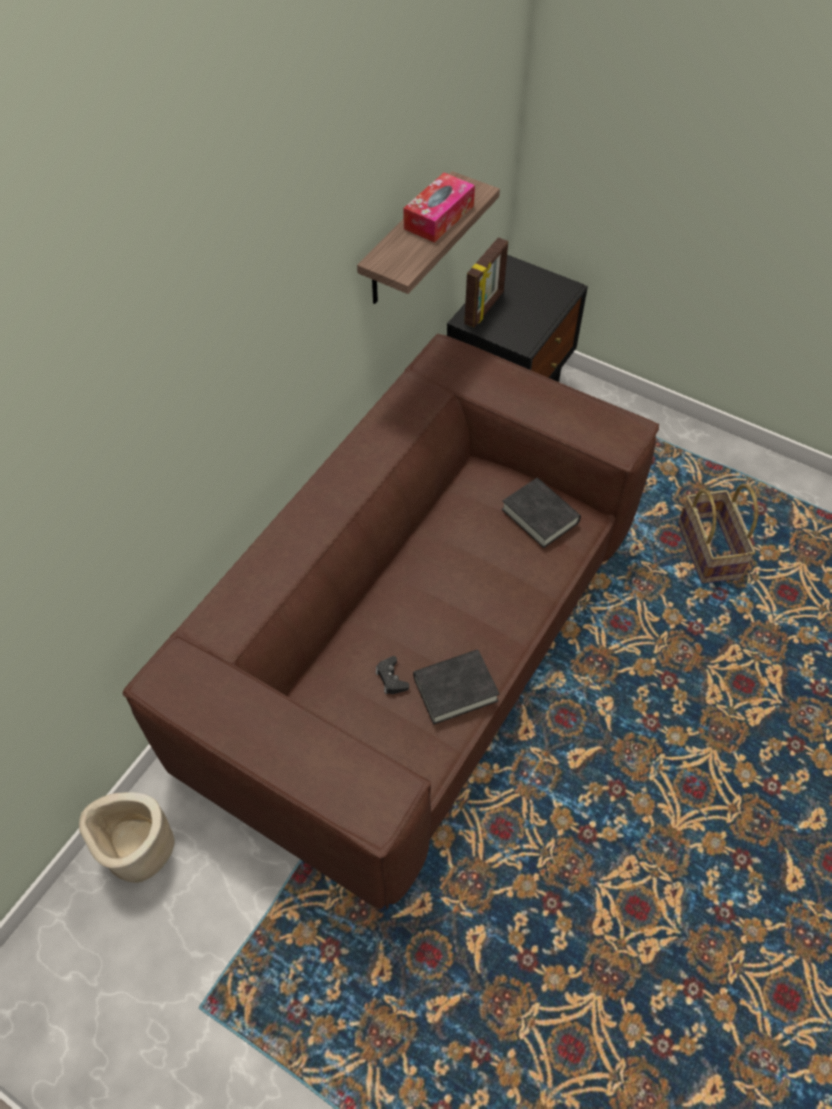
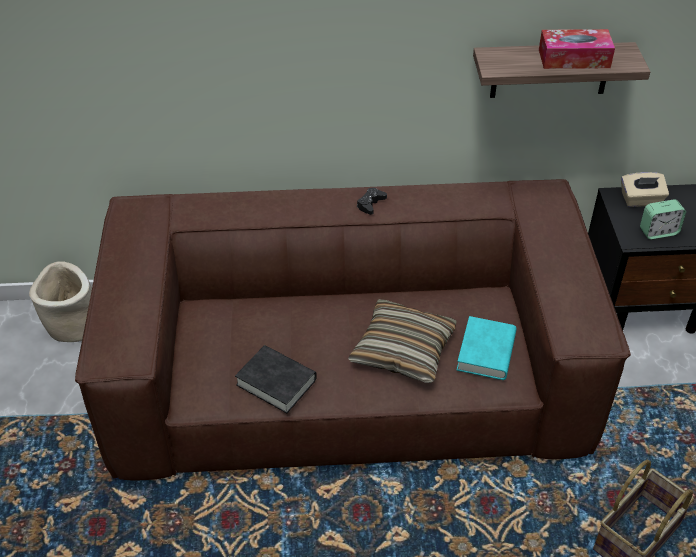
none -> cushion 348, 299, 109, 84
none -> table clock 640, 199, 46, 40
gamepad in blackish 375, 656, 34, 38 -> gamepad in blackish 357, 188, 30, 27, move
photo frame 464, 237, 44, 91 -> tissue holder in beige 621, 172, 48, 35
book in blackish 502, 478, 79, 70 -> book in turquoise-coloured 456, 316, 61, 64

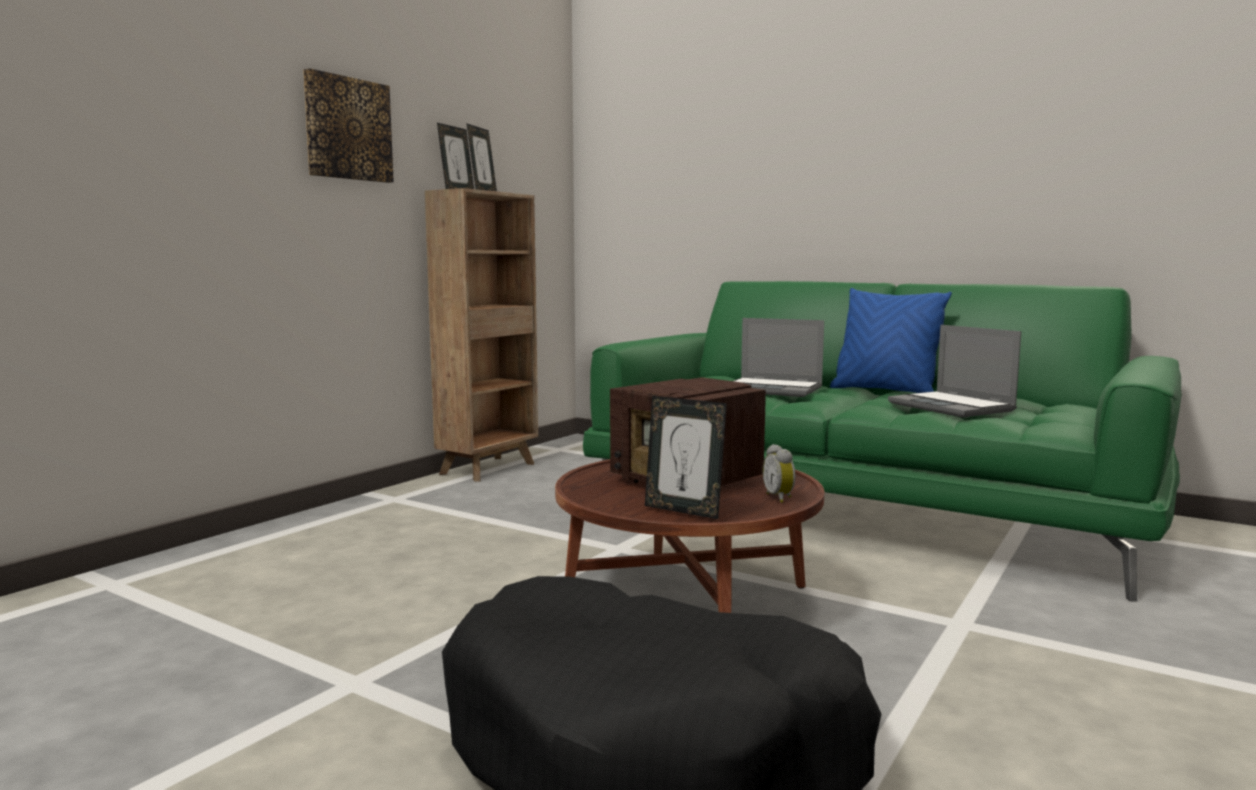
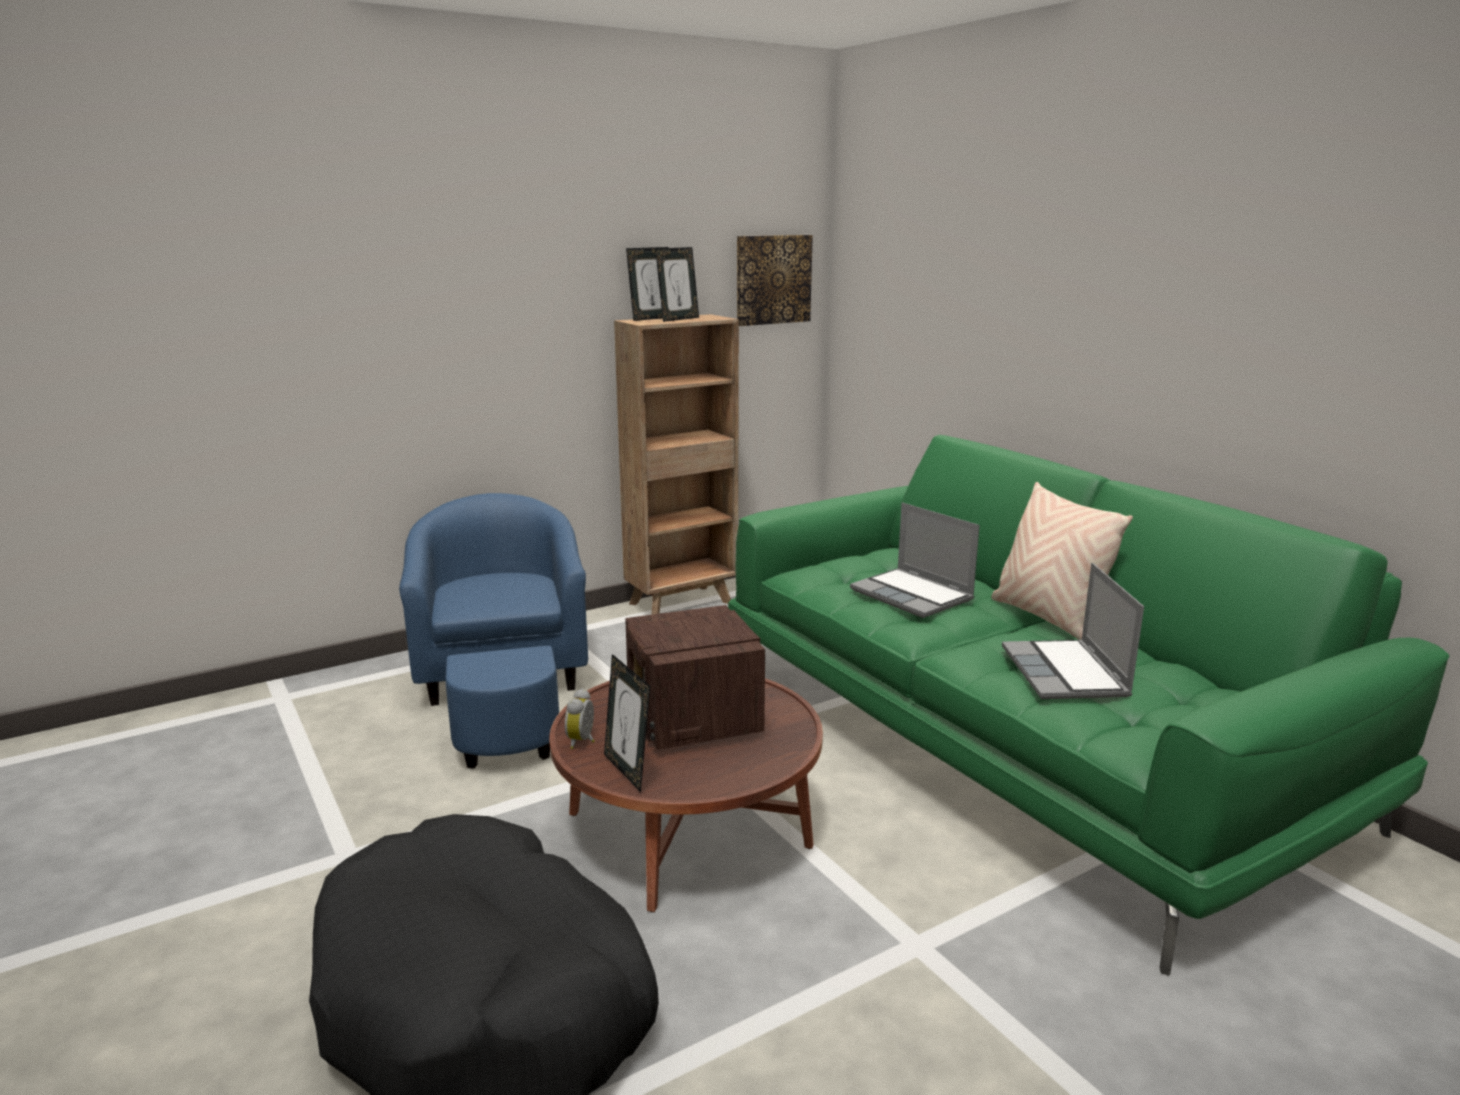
none -> lounge chair in bluish 399, 493, 189, 276
wall picture 303, 68, 91, 115 -> wall picture 737, 235, 76, 91, move
table clock 762, 444, 33, 59 -> table clock 565, 688, 30, 61, move
cushion in bluish 830, 288, 122, 105 -> cushion in beige 991, 482, 142, 158

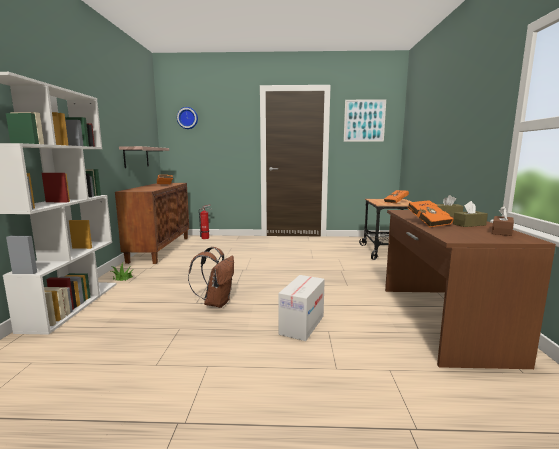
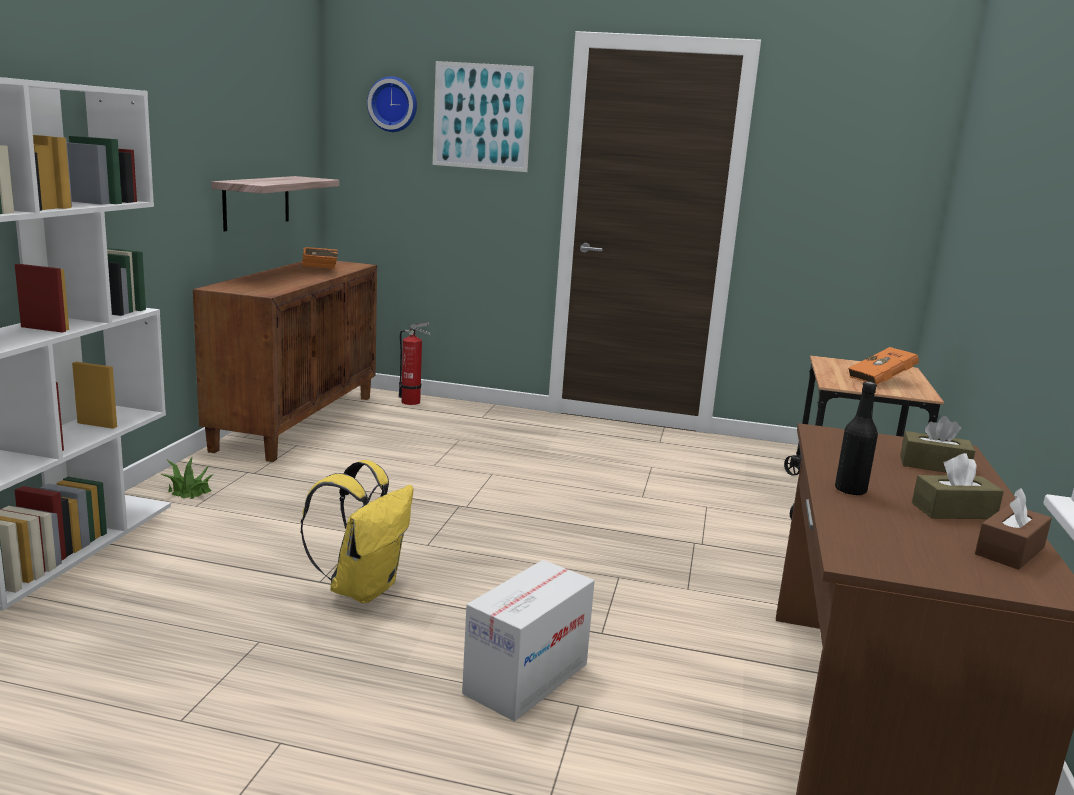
wall picture 344, 99, 42, 43 -> wall picture 433, 61, 101, 111, move
book in orange-coloured 408, 200, 45, 27 -> drink bottle in blackish 835, 382, 43, 114
backpack in brown-coloured 188, 247, 46, 61 -> backpack in yellow 301, 460, 112, 143

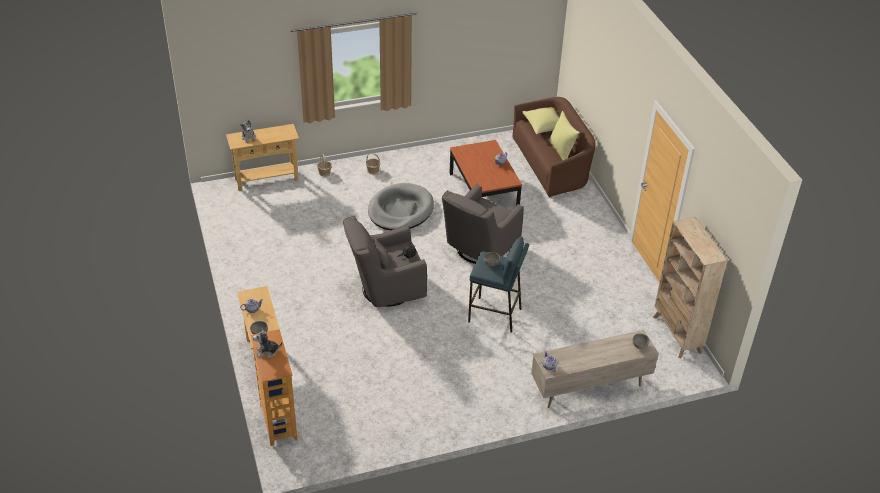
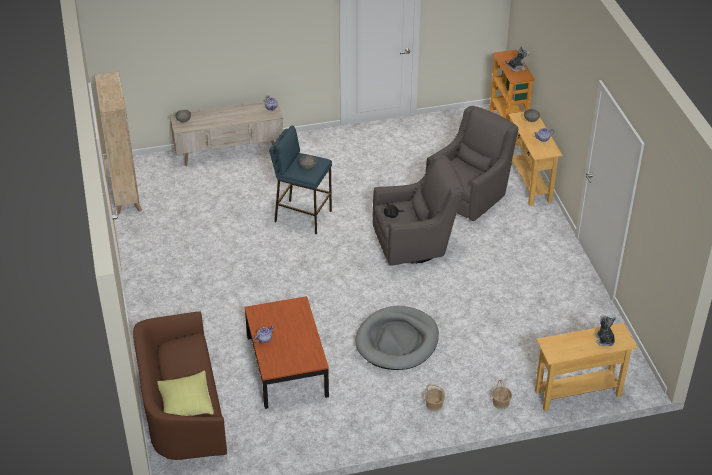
cushion in yellow 548, 111, 32, 49 -> none
lounge chair in grey 442, 184, 82, 80 -> lounge chair in grey 426, 106, 92, 115, move

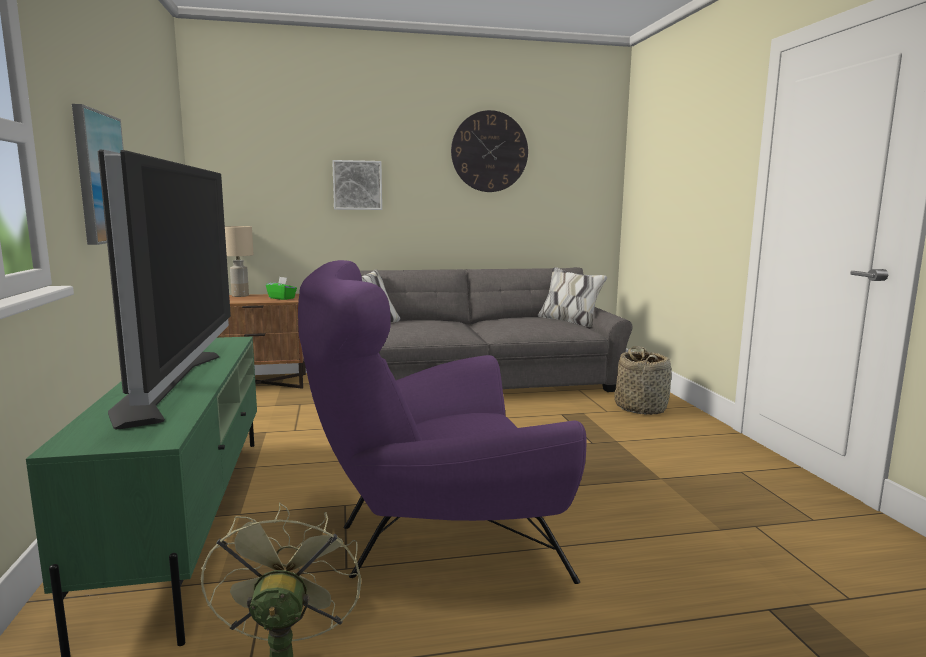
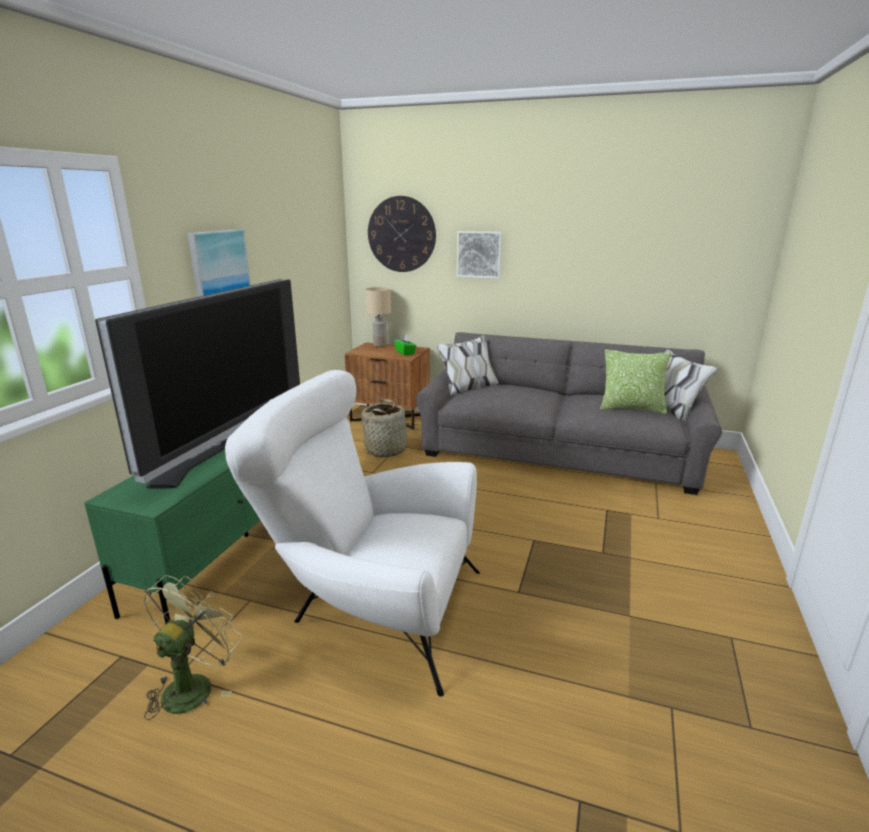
none -> cushion 600, 349, 71, 65
wall clock 451, 110, 77, 82 -> wall clock 368, 196, 68, 76, move
basket 614, 346, 58, 69 -> basket 361, 399, 49, 59, move
lounge chair in purple-coloured 298, 260, 289, 324 -> lounge chair in white-coloured 225, 370, 255, 327

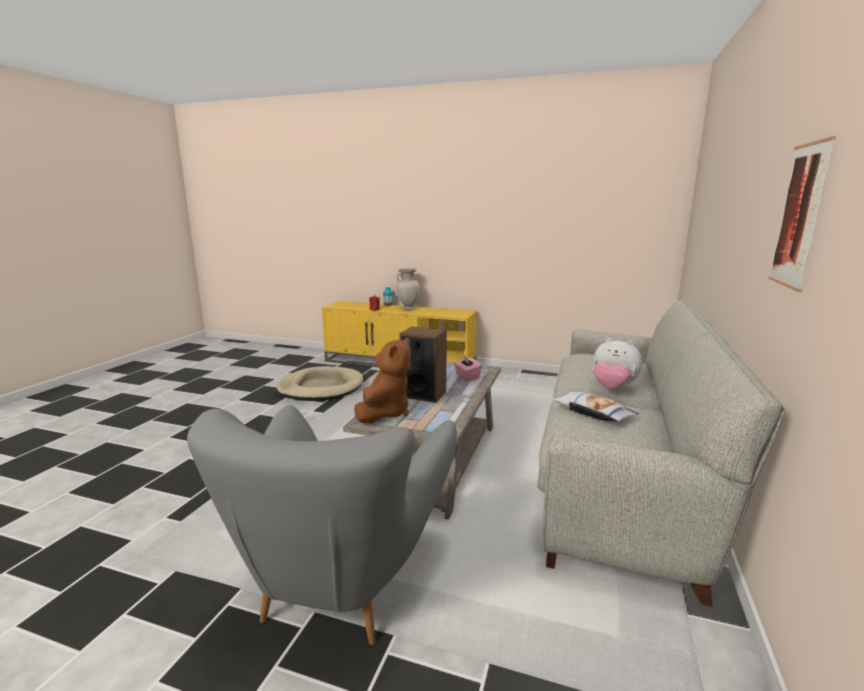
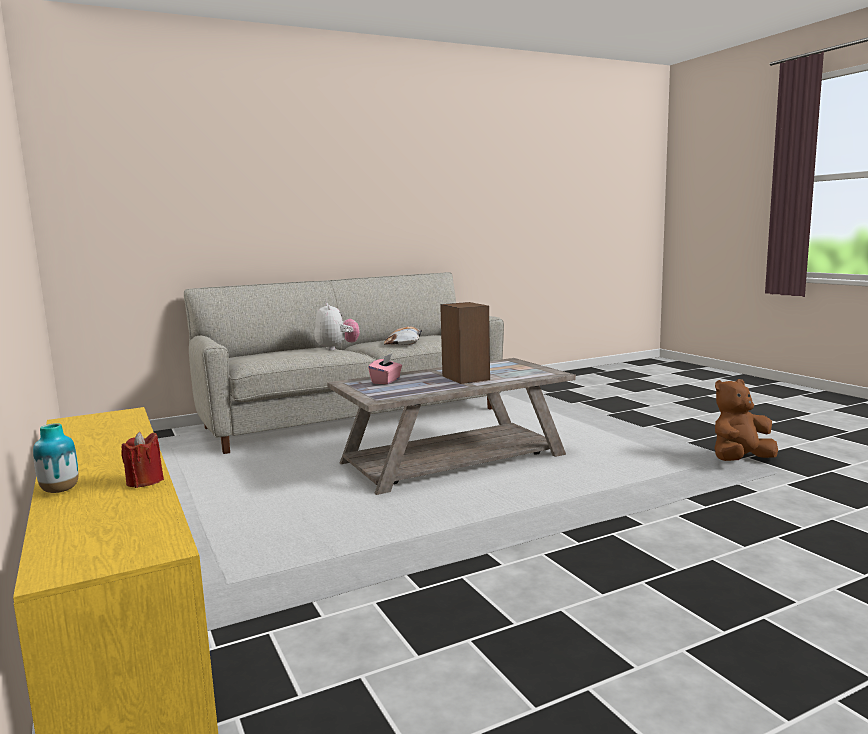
lounge chair in grey 187, 405, 270, 240 -> none
dog bed in beige 276, 366, 87, 35 -> none
flower vase in beige 396, 268, 24, 42 -> none
wall picture 768, 136, 68, 156 -> none
soft toy in brown-coloured 354, 338, 57, 85 -> soft toy in brown-coloured 714, 379, 64, 82, move

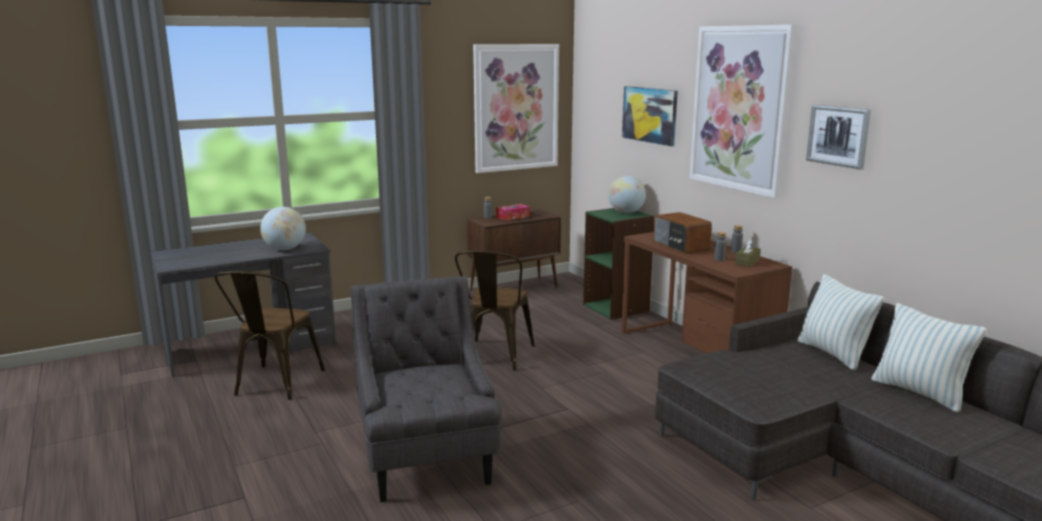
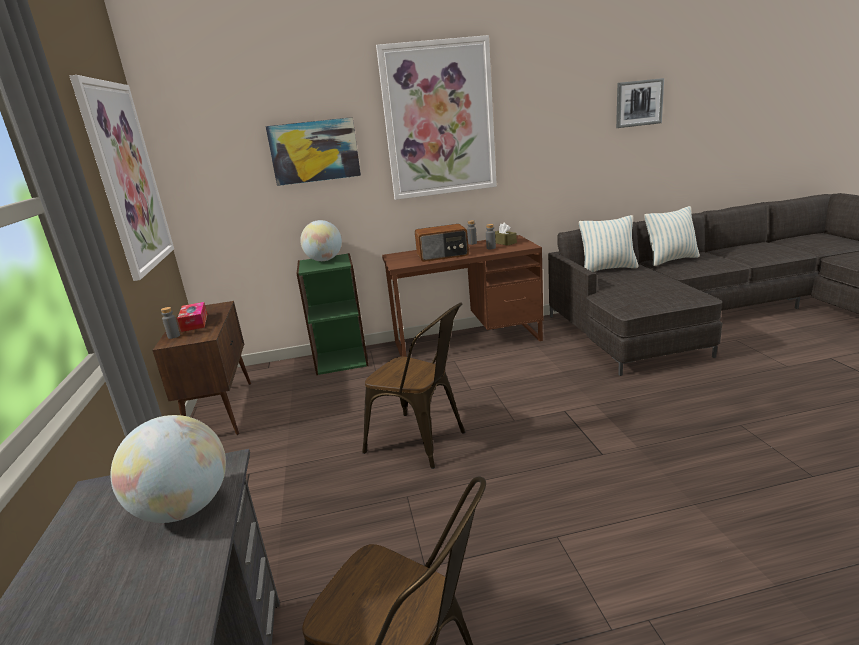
lounge chair in grey 350, 276, 152, 226 -> none
wall picture 806, 105, 65, 64 -> wall picture 616, 78, 48, 50, move

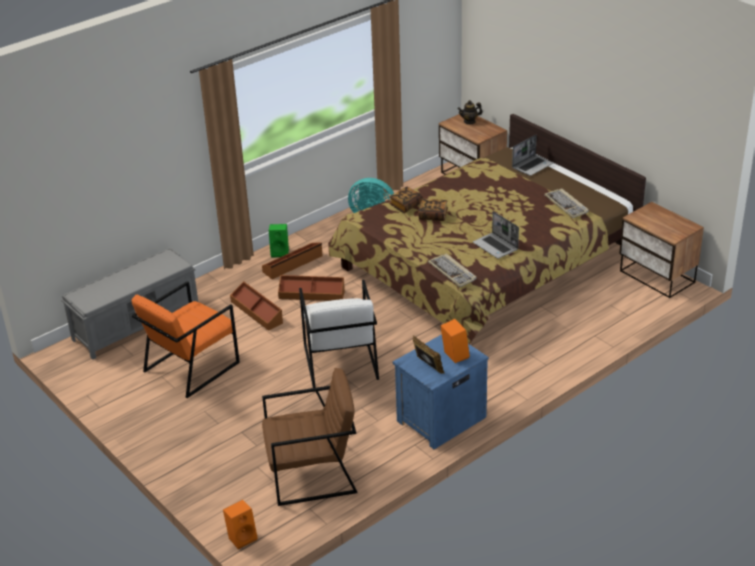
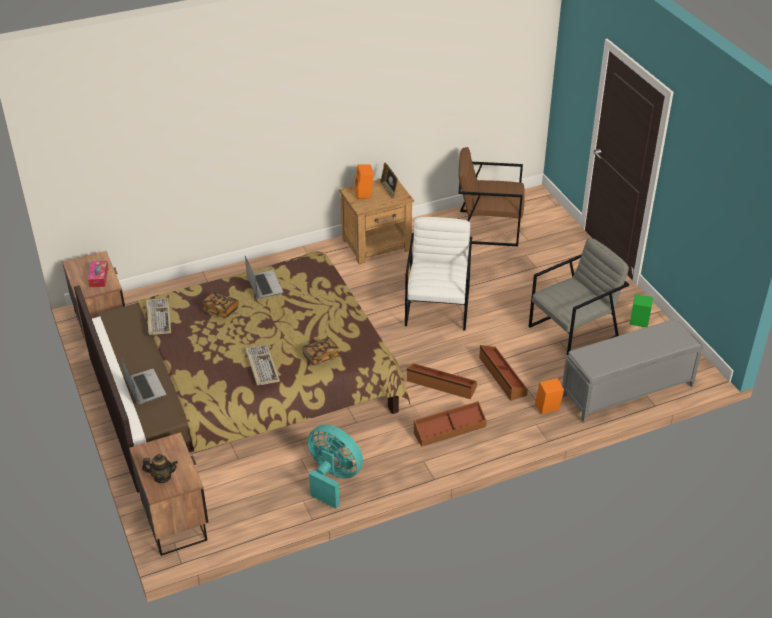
none -> tissue holder 88, 261, 21, 26
loudspeaker in orange-coloured 223, 500, 35, 49 -> loudspeaker in orange-coloured 535, 378, 29, 36, move
loudspeaker in greenish 269, 224, 20, 33 -> loudspeaker in greenish 630, 294, 23, 34, move
book 418, 199, 30, 22 -> book 202, 292, 36, 27, move
computer keyboard 428, 254, 49, 33 -> computer keyboard 245, 344, 35, 41, move
lounge chair in orange-coloured 131, 281, 109, 117 -> lounge chair in grey 529, 238, 100, 117
bedside table in bluish 392, 334, 97, 115 -> bedside table in brown-coloured 339, 179, 75, 85
notebook computer 512, 135, 41, 41 -> notebook computer 121, 357, 45, 48, 90 degrees clockwise

